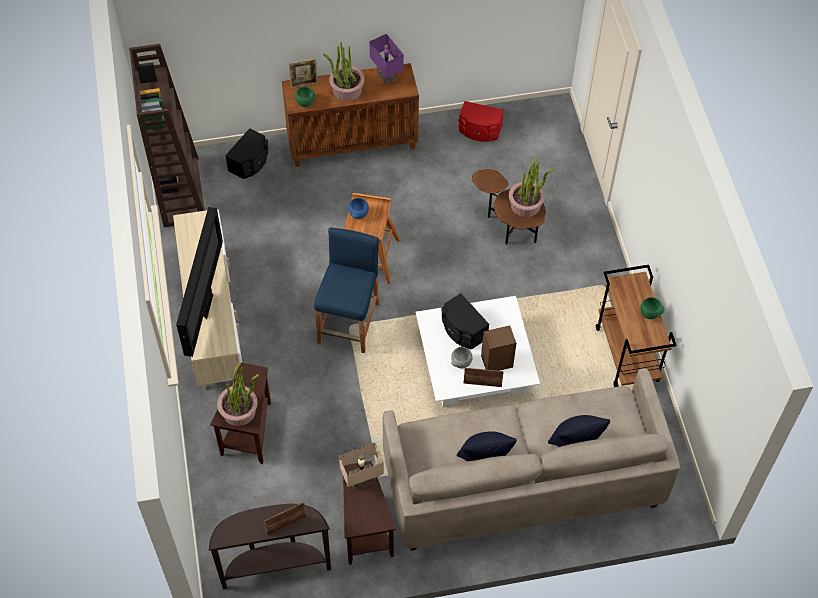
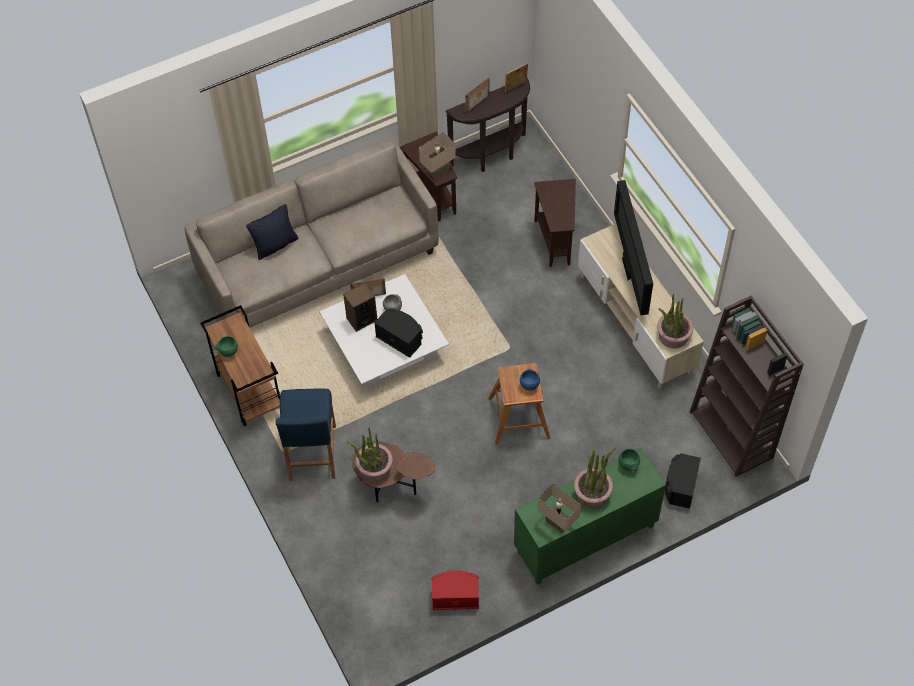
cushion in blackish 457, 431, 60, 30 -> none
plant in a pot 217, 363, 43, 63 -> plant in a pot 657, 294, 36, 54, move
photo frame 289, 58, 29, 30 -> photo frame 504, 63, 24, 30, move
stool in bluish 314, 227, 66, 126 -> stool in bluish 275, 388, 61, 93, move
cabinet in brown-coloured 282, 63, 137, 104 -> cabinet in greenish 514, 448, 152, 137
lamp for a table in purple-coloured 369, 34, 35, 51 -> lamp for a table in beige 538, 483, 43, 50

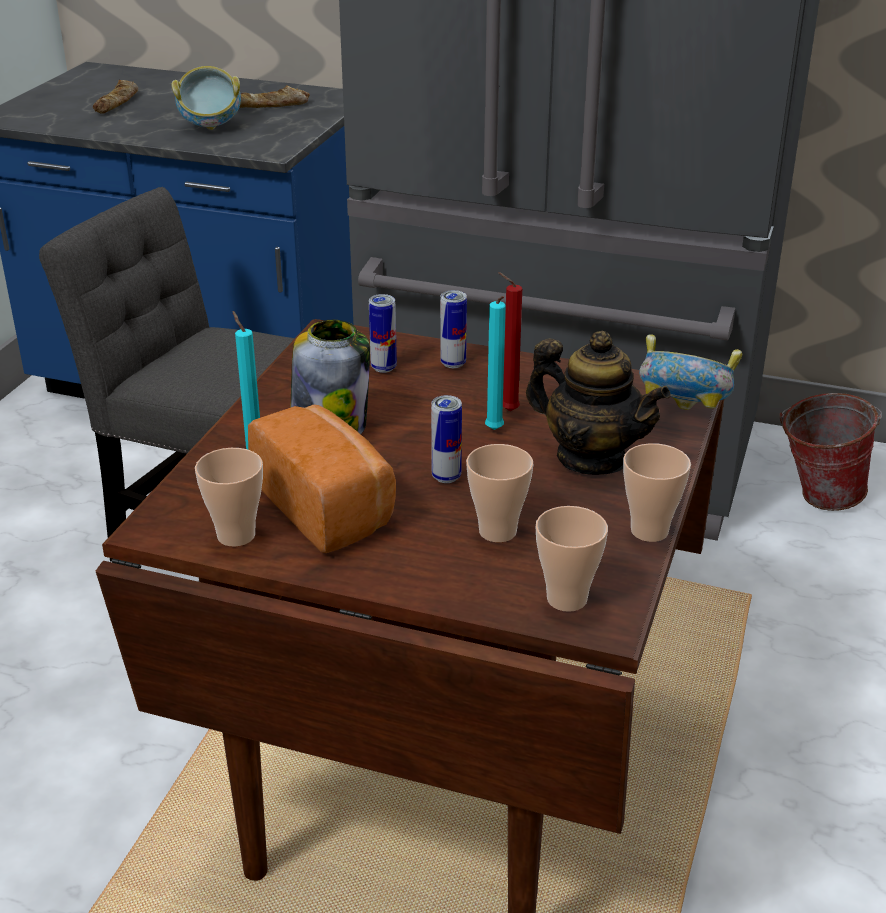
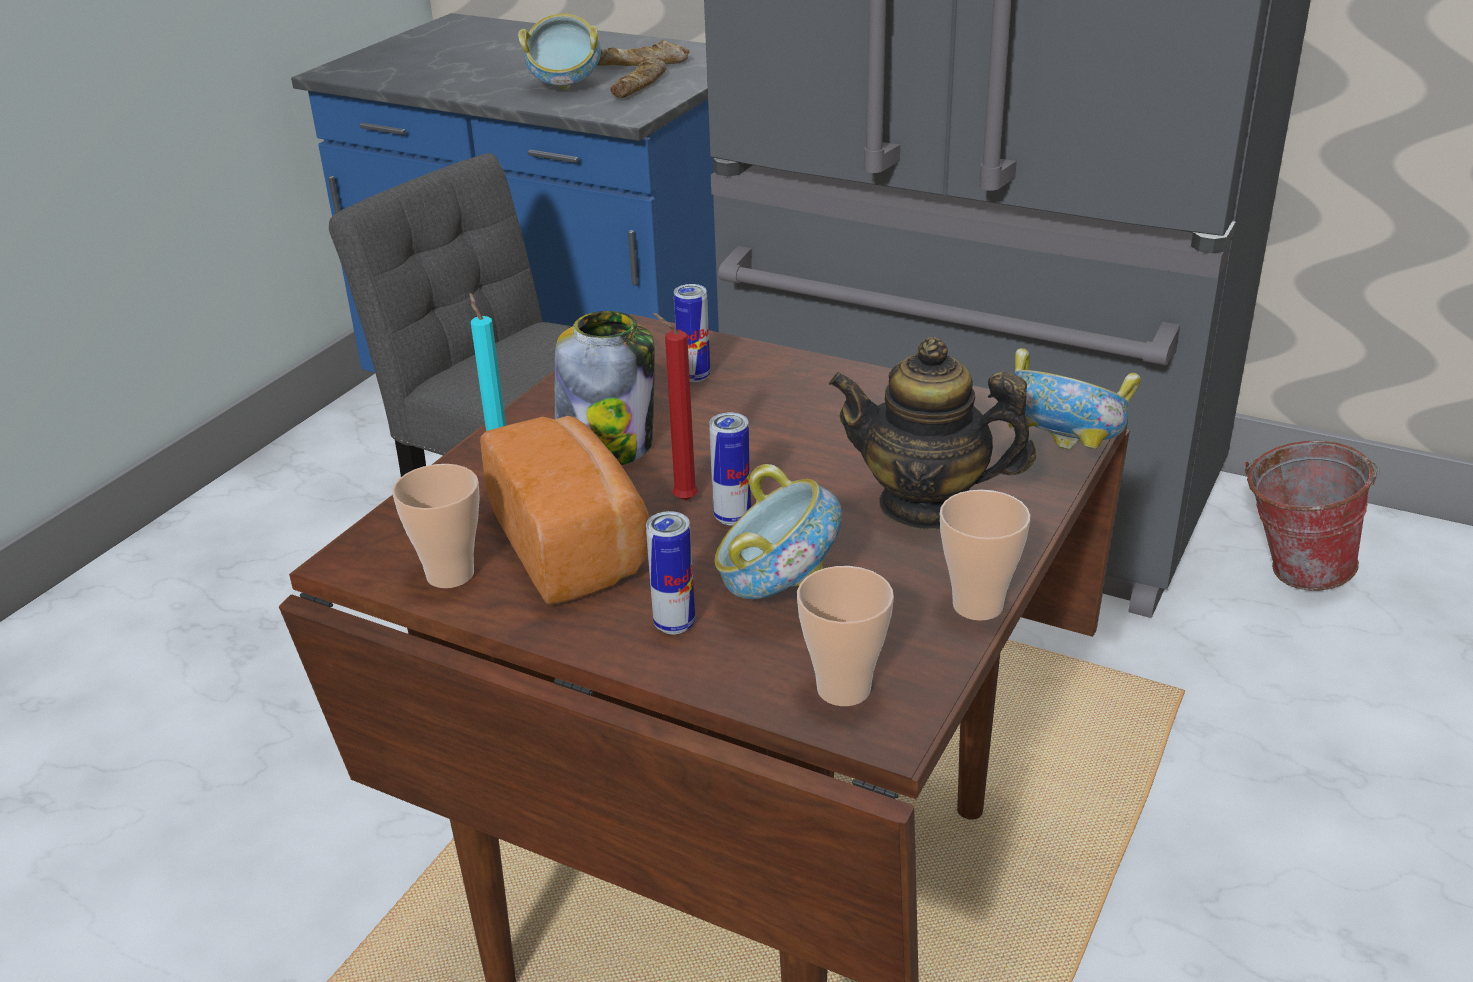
candle in turquoise-coloured 485, 296, 21, 134 -> none
bread 93, 80, 45, 33 -> bread 610, 57, 56, 41, move
can 440, 290, 27, 78 -> can 646, 511, 49, 124, move
candle in red-coloured 498, 272, 24, 139 -> candle in red-coloured 653, 313, 45, 188, move
drinking cup 466, 444, 67, 98 -> deep dish 715, 464, 127, 135
tea pot 526, 331, 145, 144 -> tea pot 829, 337, 207, 193, 150 degrees clockwise

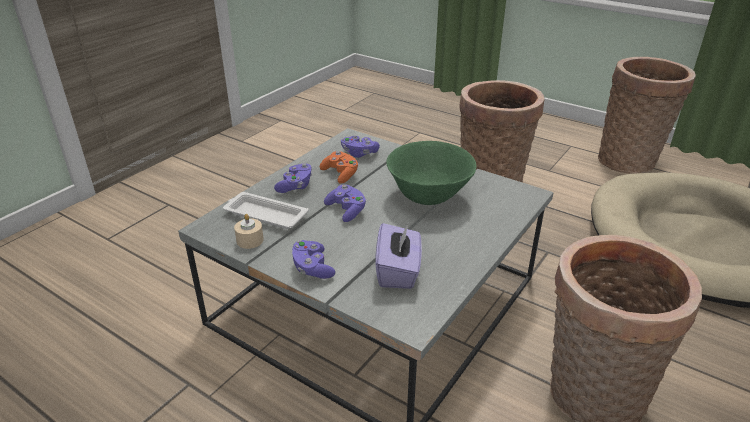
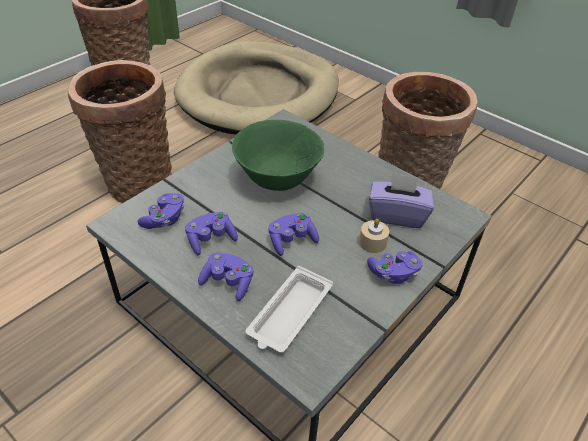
candle in beige 234, 214, 30, 35 -> candle in beige 359, 219, 30, 34, move
gamepad in orange-coloured 320, 151, 39, 33 -> gamepad in purple-coloured 185, 212, 53, 43

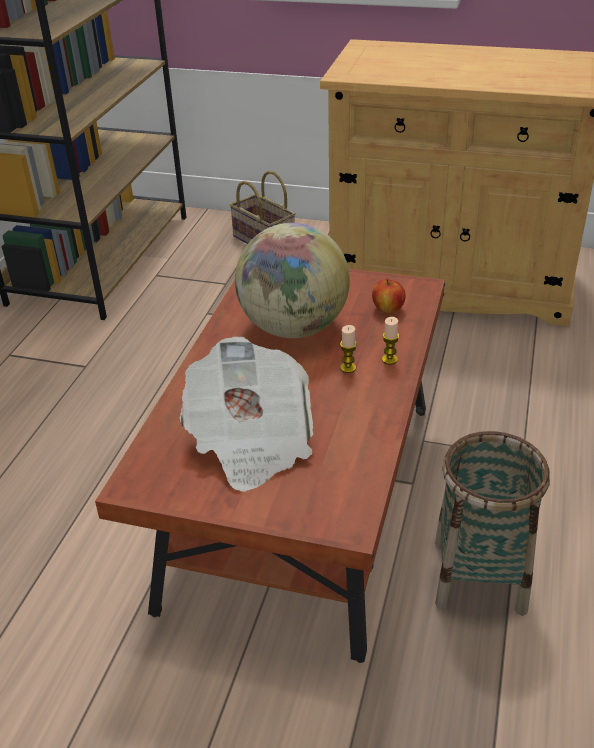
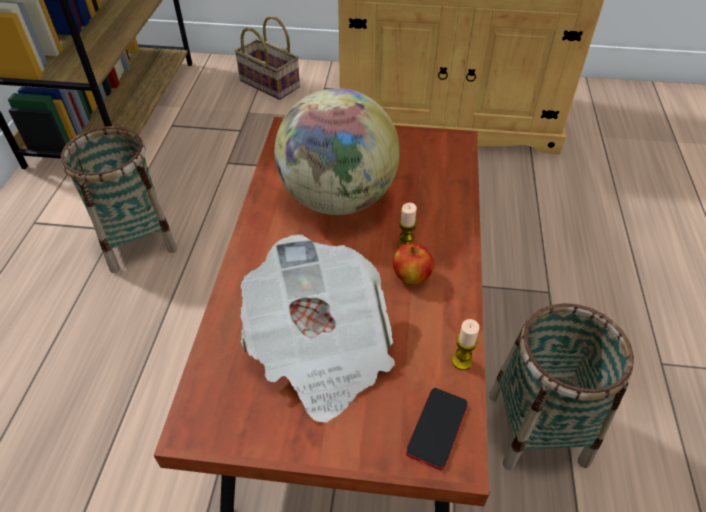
none -> basket 61, 126, 116, 147
none -> telephone 406, 388, 62, 82
apple fruit 372, 278, 34, 35 -> apple fruit 393, 243, 41, 41, move
candle 382, 317, 17, 48 -> candle 452, 319, 28, 51, move

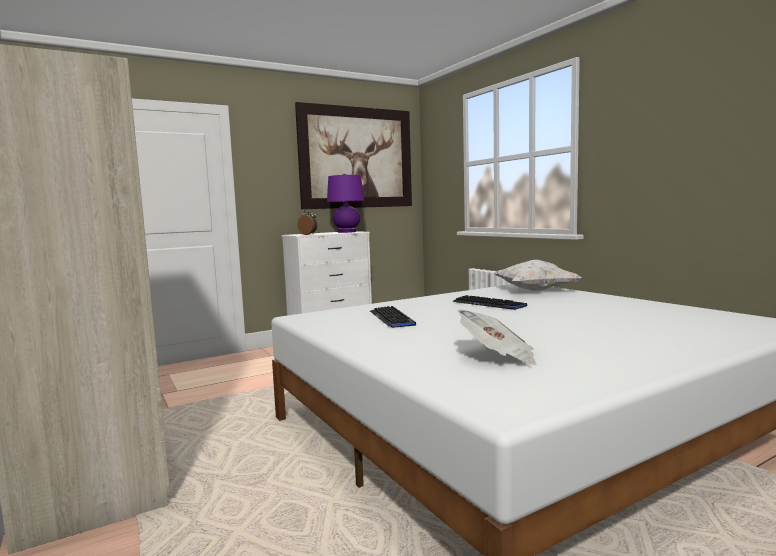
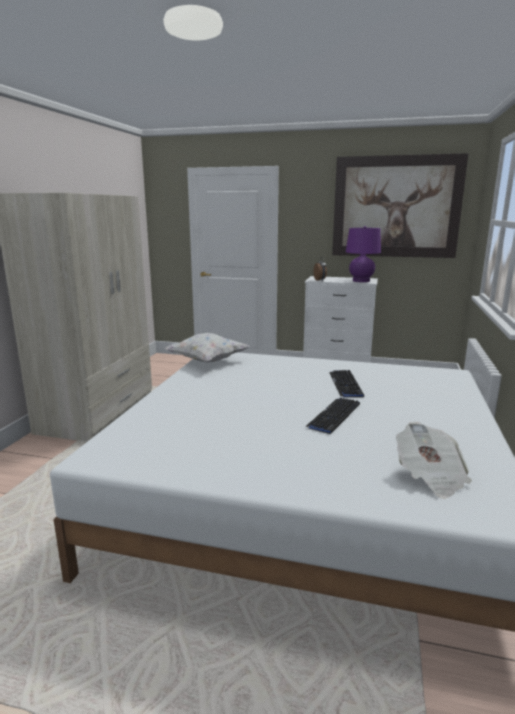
computer keyboard 370, 306, 46, 22 -> computer keyboard 305, 398, 55, 36, move
daily paper 458, 309, 78, 56 -> daily paper 396, 422, 76, 77, move
cushion in white-coloured 493, 260, 89, 31 -> cushion in white-coloured 165, 333, 85, 30, move

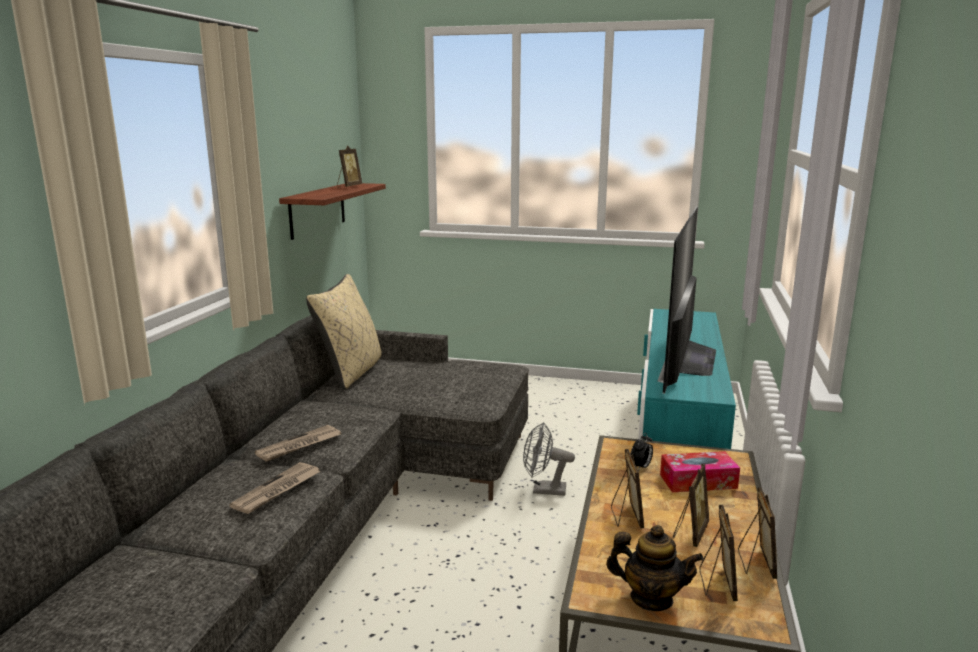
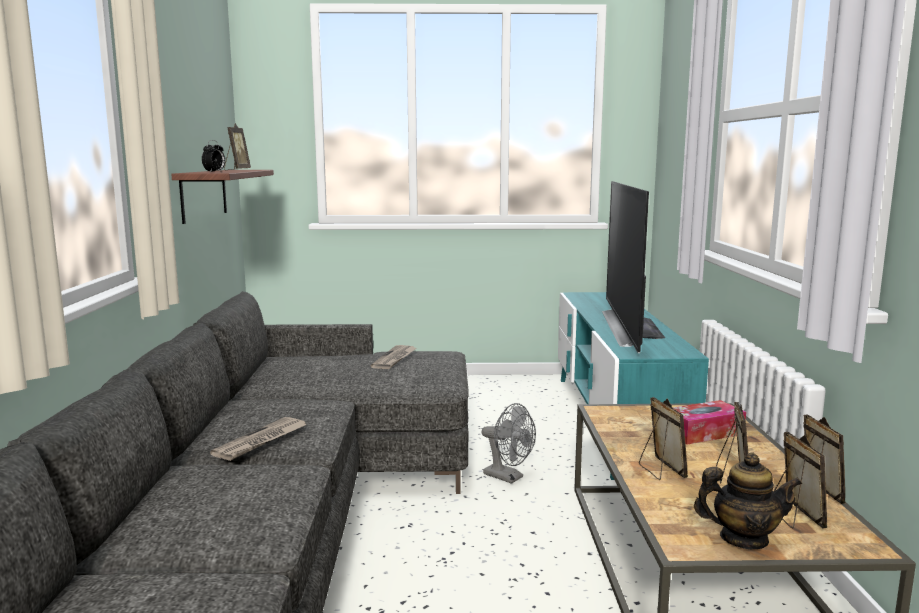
cushion in beige 306, 274, 76, 115 -> none
daily paper 229, 462, 92, 52 -> daily paper 371, 345, 46, 24, move
table clock 631, 433, 22, 38 -> table clock 202, 140, 23, 33, move
cooling fan in grey 523, 422, 52, 74 -> cooling fan in grey 482, 403, 54, 81, 135 degrees counterclockwise

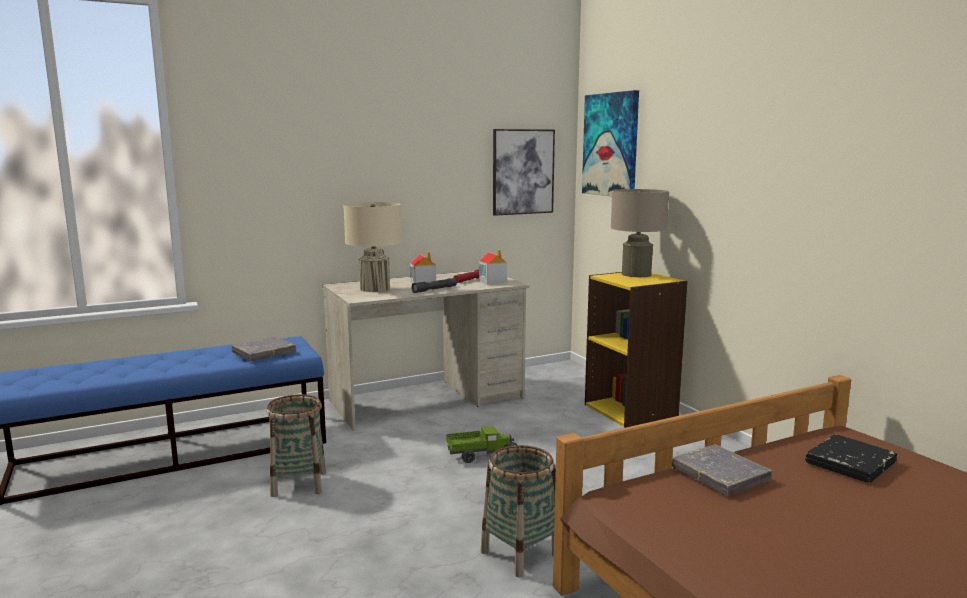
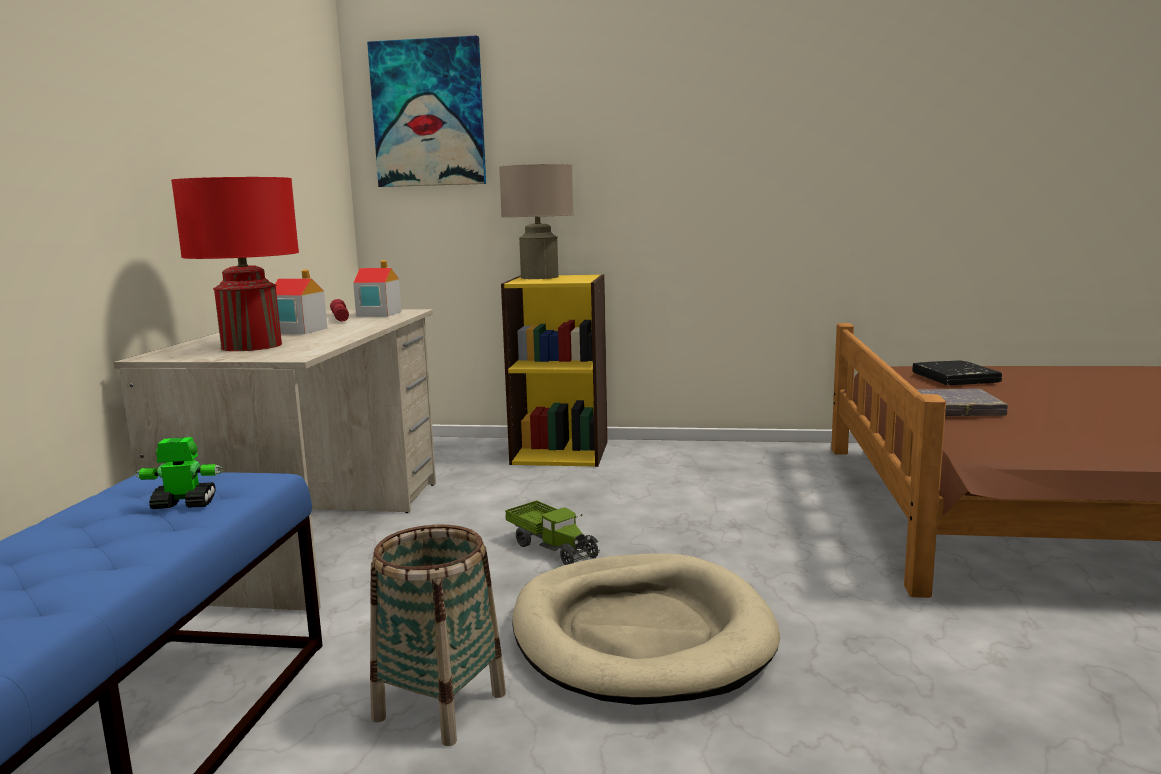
torch in grey 411, 278, 46, 15 -> none
basket 481, 445, 75, 132 -> none
wall picture 493, 129, 62, 87 -> none
none -> dog bed in beige 512, 554, 268, 151
book in grey 232, 336, 64, 25 -> toy robot 135, 437, 88, 72
lamp for a table in beige 343, 202, 59, 90 -> lamp for a table in red-coloured 171, 177, 128, 174
model truck 446, 426, 71, 37 -> model truck 505, 500, 95, 65, 120 degrees clockwise

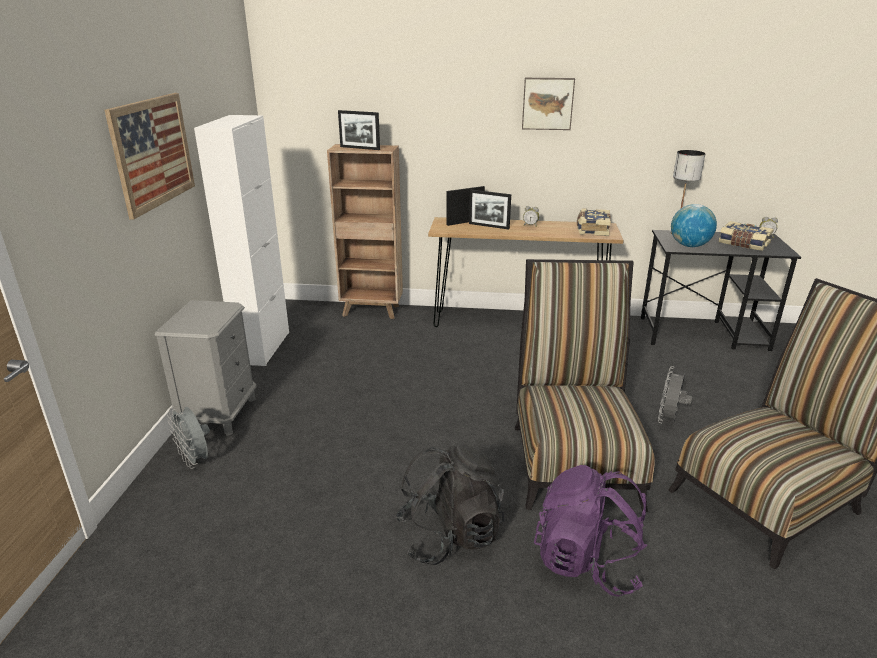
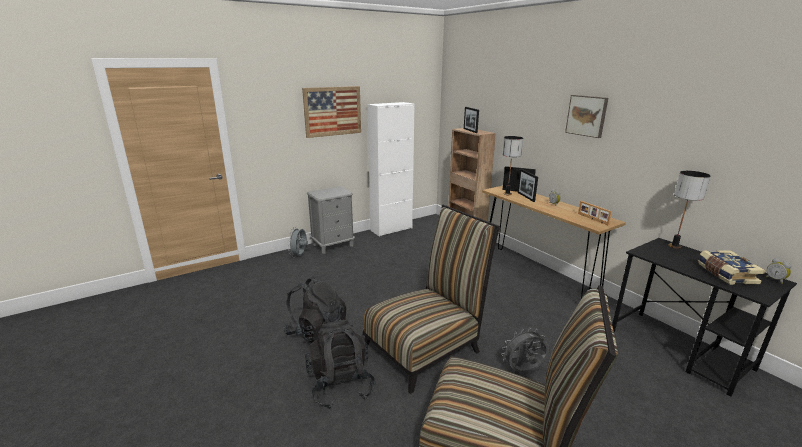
globe 671, 204, 46, 43 -> none
none -> lamp for a table 502, 136, 21, 59
book 577, 208, 34, 28 -> photo frame 578, 201, 34, 24
backpack in purple-coloured 534, 465, 113, 132 -> backpack in blackish 305, 320, 71, 89

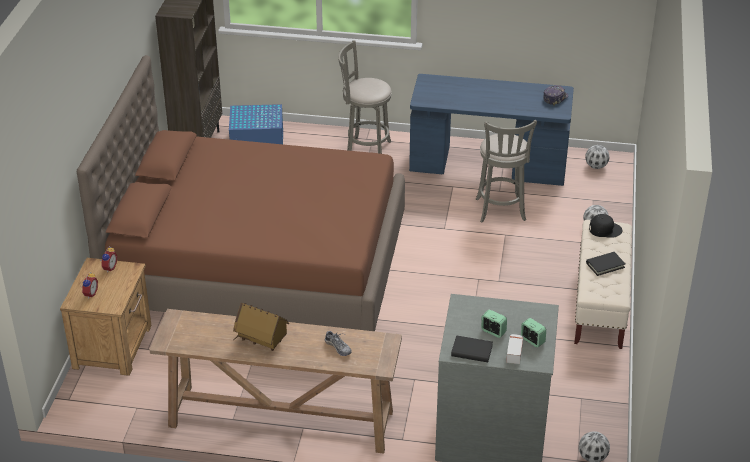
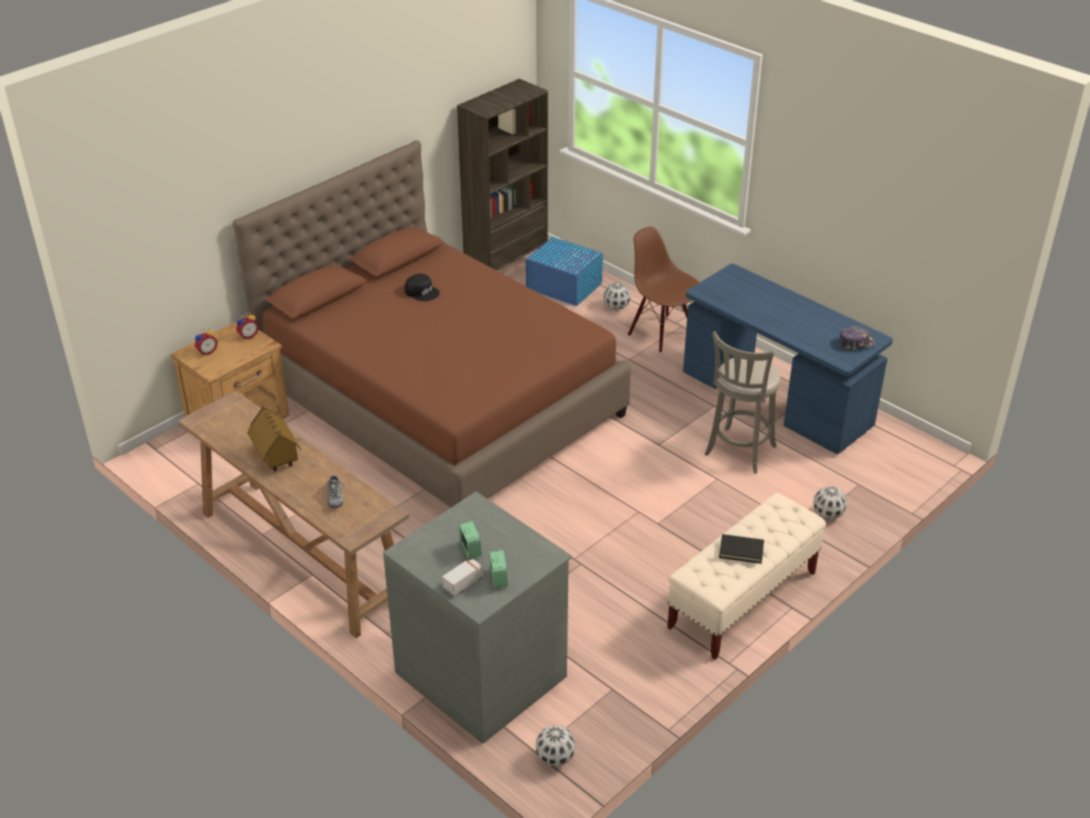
book in blackish 451, 335, 42, 27 -> none
football 585, 145, 25, 24 -> football 604, 282, 27, 28, move
cap in blackish 589, 214, 33, 24 -> cap in blackish 405, 274, 35, 27, move
stool in grey 338, 40, 54, 114 -> plain chair in brown-coloured 628, 227, 72, 126

